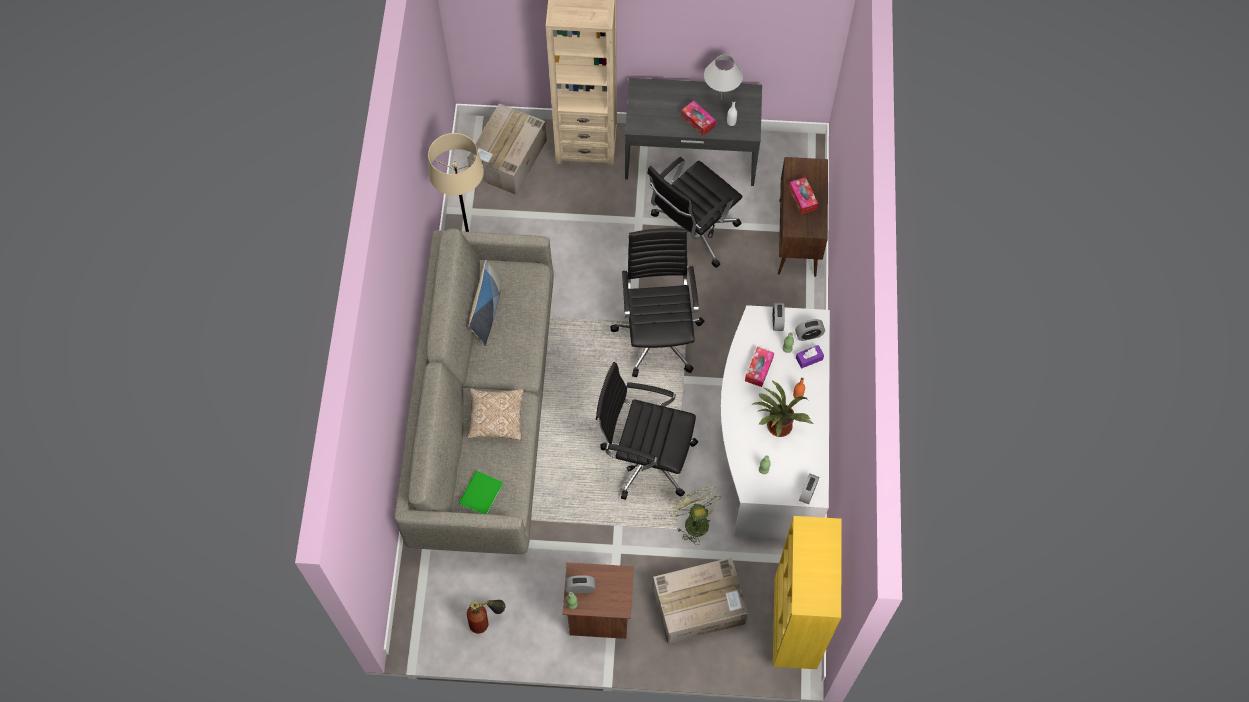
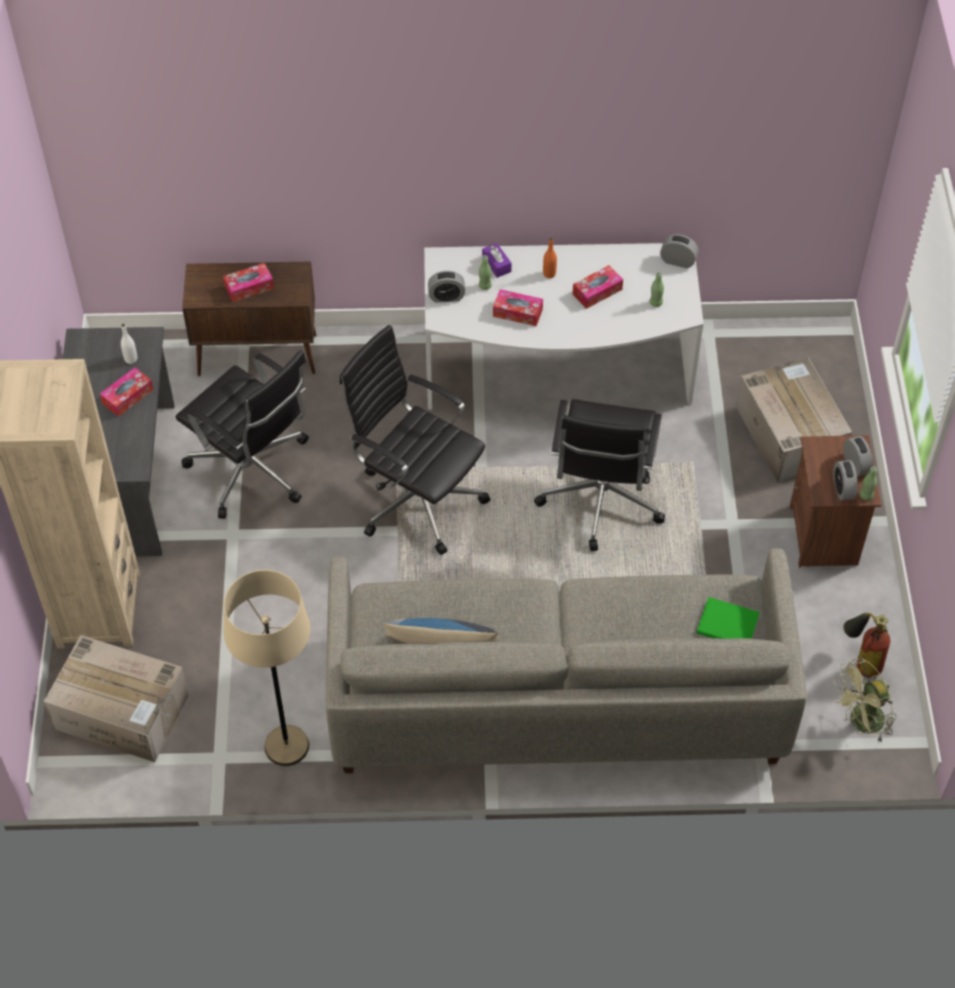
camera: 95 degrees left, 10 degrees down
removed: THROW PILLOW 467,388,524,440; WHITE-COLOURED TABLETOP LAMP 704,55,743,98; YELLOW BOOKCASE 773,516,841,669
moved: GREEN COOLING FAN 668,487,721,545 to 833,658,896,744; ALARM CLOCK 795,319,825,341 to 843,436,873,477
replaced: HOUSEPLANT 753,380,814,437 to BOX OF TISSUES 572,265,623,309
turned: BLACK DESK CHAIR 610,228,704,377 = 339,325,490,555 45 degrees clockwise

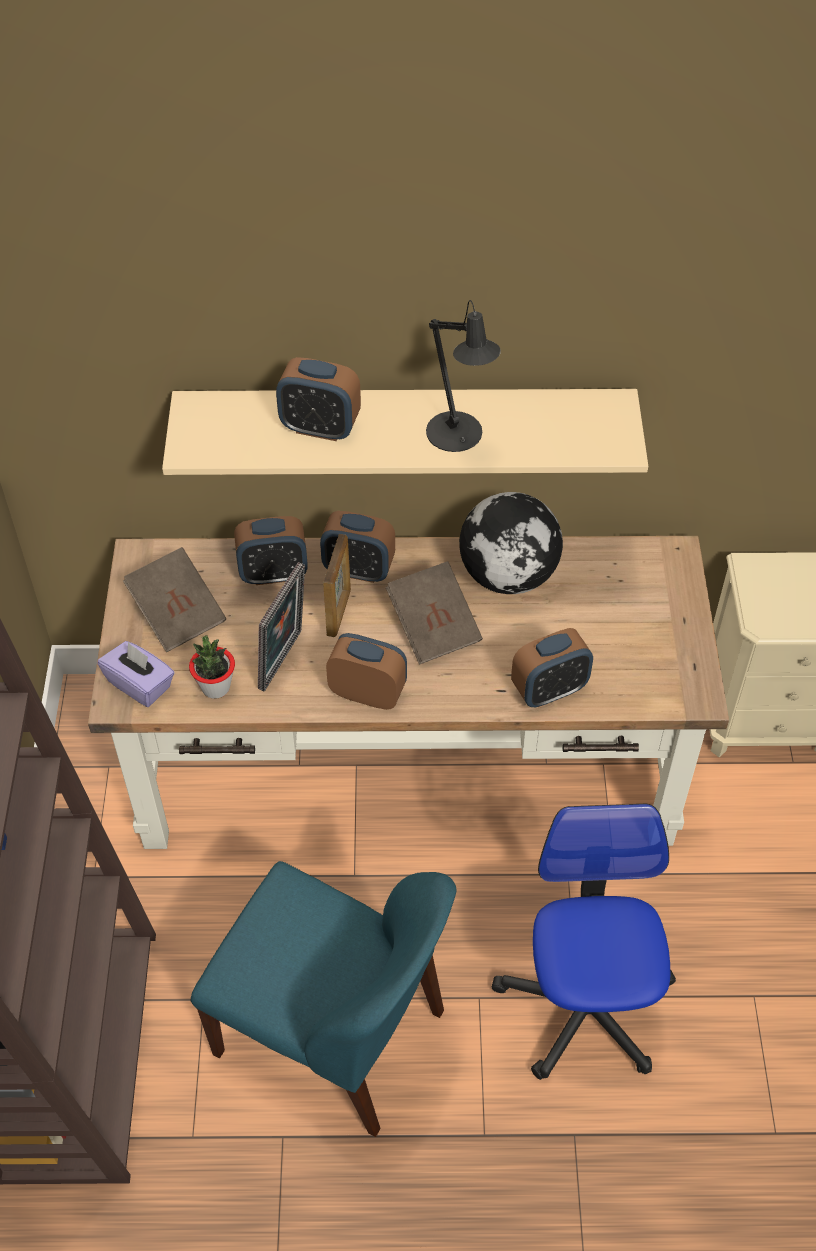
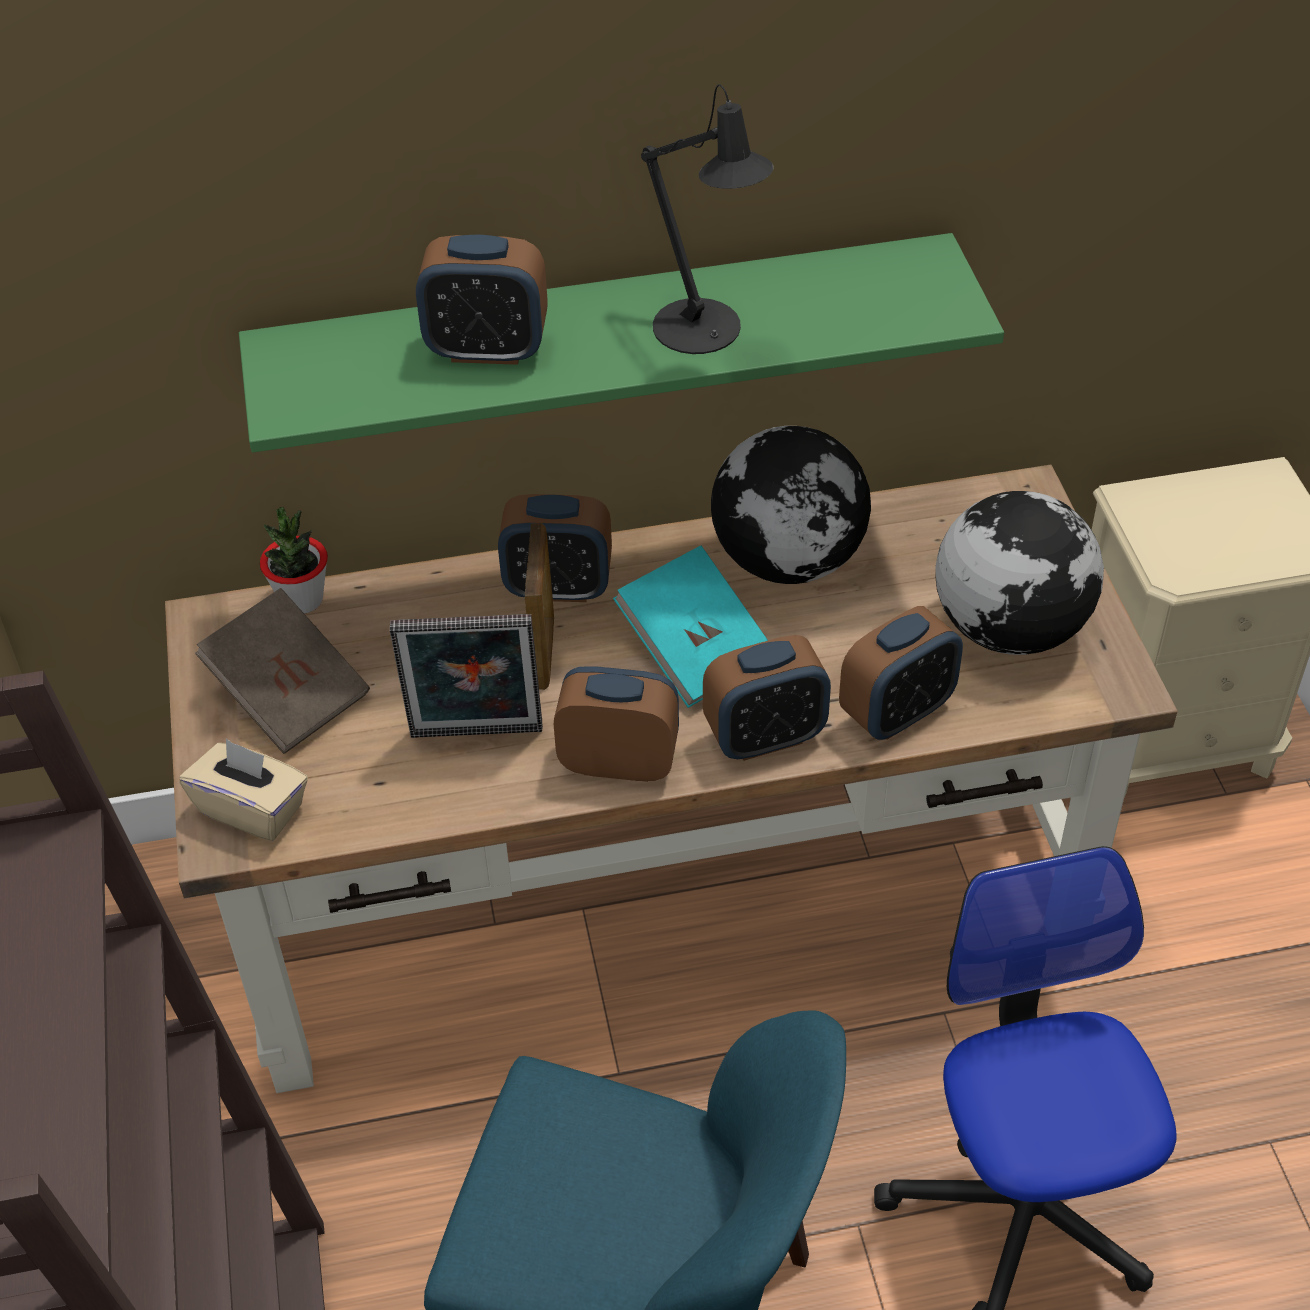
camera: 10 degrees left, 5 degrees down
added: DESK GLOBE 935,491,1104,655
moved: HOUSEPLANT 189,635,235,698 to 260,507,328,614; ALARM CLOCK 234,516,308,585 to 703,635,831,761
recoloured: PURPLE-COLOURED BOX OF TISSUES 97,641,175,707 to BEIGE-COLOURED BOX OF TISSUES 180,738,308,841; BEIGE-COLOURED WALL SHELF 162,389,648,475 to GREEN WALL SHELF 239,233,1004,453; BROWN VOLUME 385,561,483,665 to TURQUOISE VOLUME 613,545,768,708
turned: STANDING FRAME 258,562,305,692 = 390,614,543,738 75 degrees clockwise

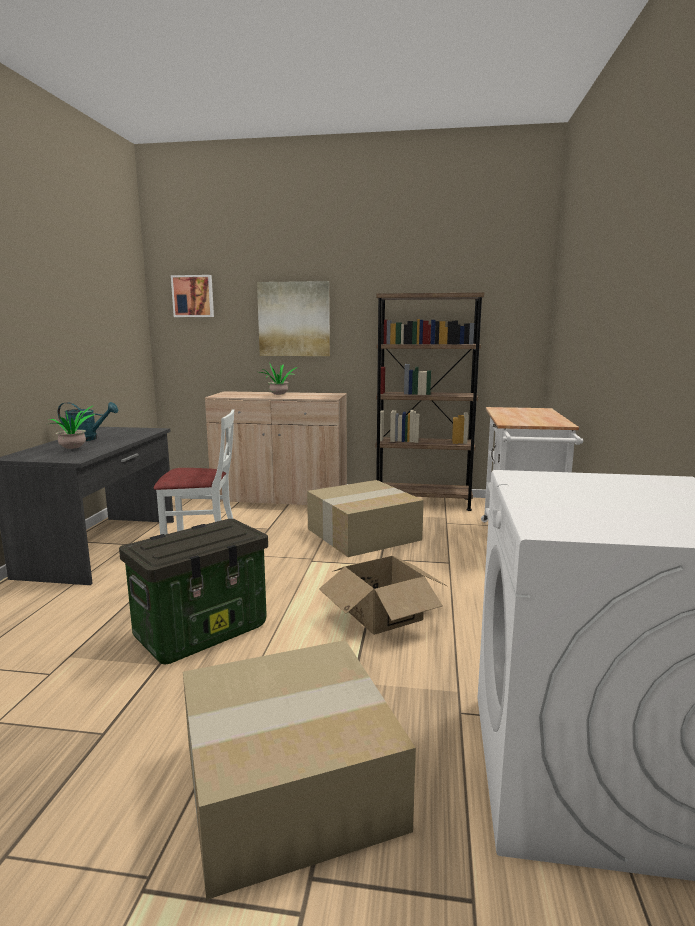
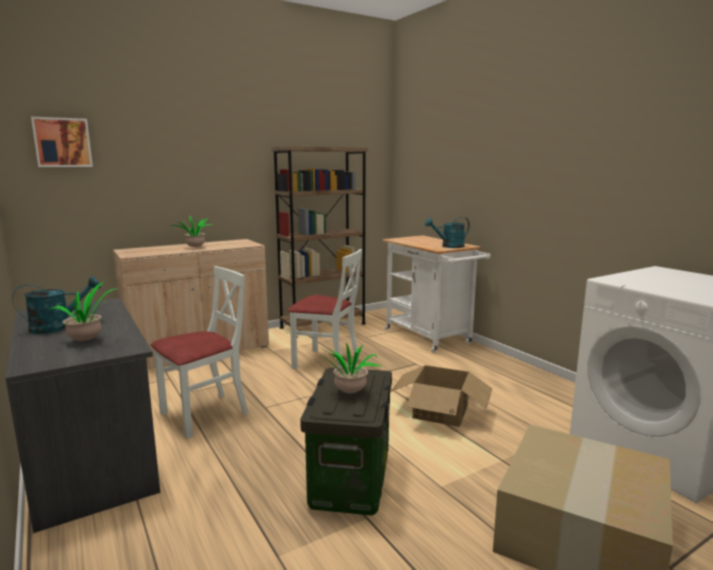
camera: 40 degrees left, 0 degrees up
removed: PICTURE 257,281,330,356
added: HOUSEPLANT 316,343,380,393; TURQUOISE WATERING POT 425,217,470,248
replaced: CARDBOARD BOX 307,480,424,557 to WHITE-COLOURED UPRIGHT CHAIR 288,249,362,369

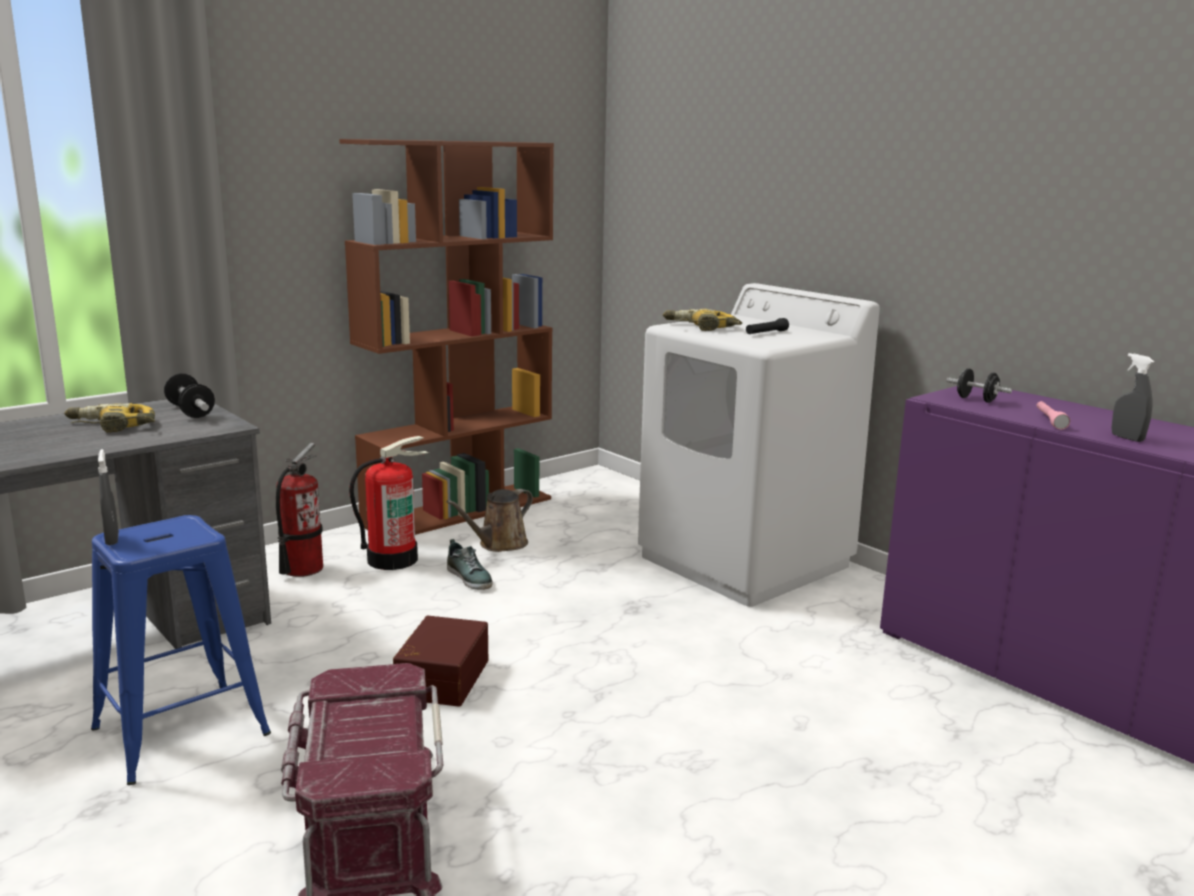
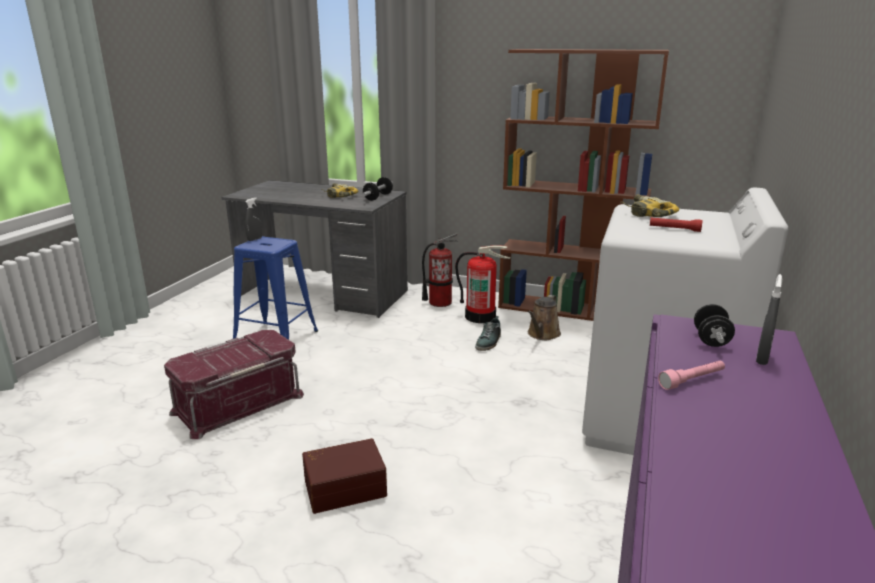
camera: 60 degrees right, 5 degrees up
moved: BROWN STORAGE CONTAINER 393,616,488,707 to 302,438,387,514; GREY SPRAYER 1112,353,1154,442 to 756,274,782,365
recoloured: BLACK HAND TORCH 746,318,789,334 to REDDISH HAND TORCH 650,217,702,232
turned: BROWN WATERING POT 446,489,533,552 = 527,295,561,340 75 degrees counterclockwise

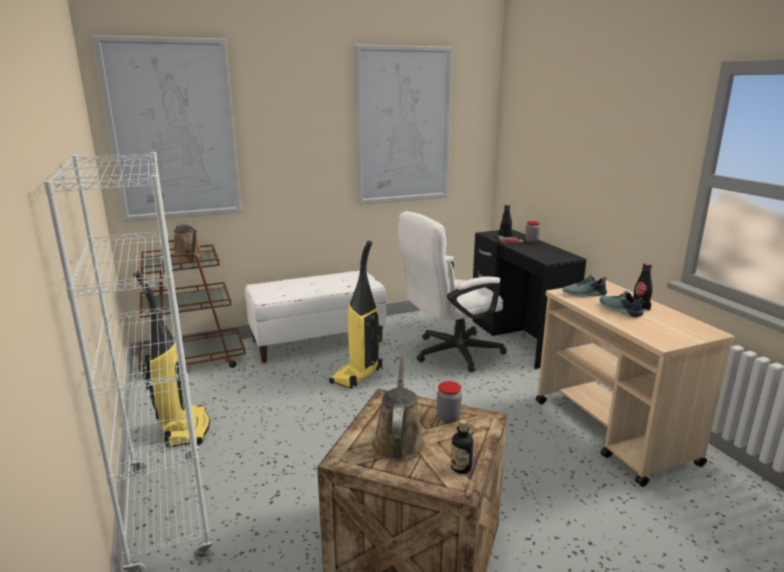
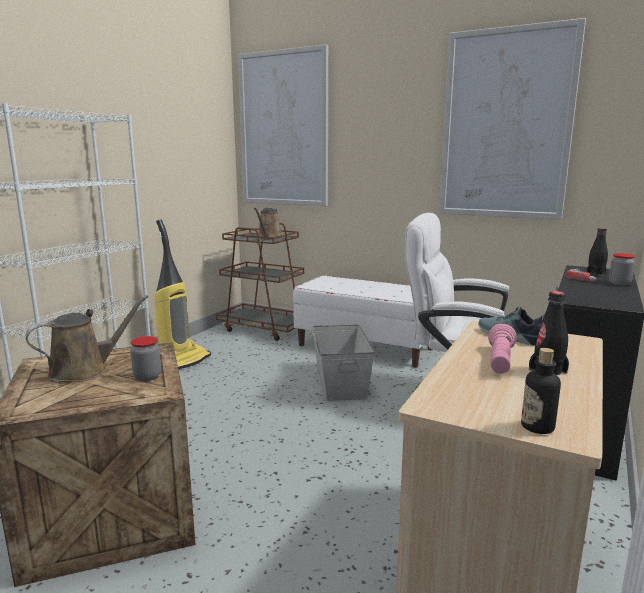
camera: 50 degrees right, 5 degrees down
moved: DRINK BOTTLE 451,419,473,474 to 521,348,561,434
replaced: VACUUM 329,240,382,389 to GREY STORAGE CONTAINER 312,324,375,401; SHOE 599,291,643,317 to PINK-COLOURED HAND TORCH 488,324,517,374

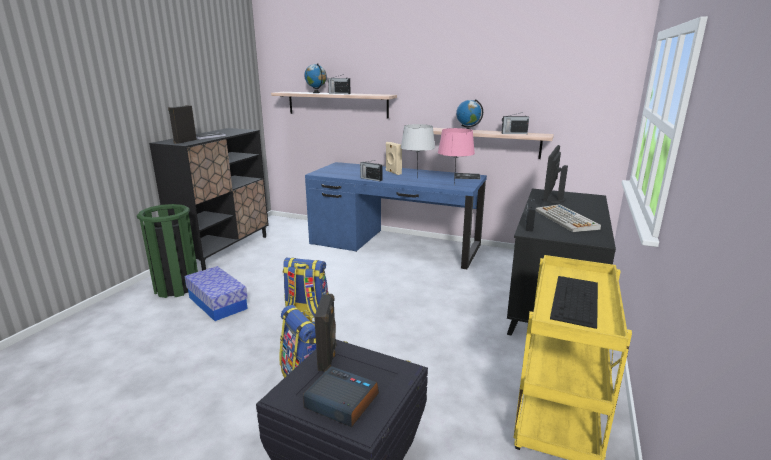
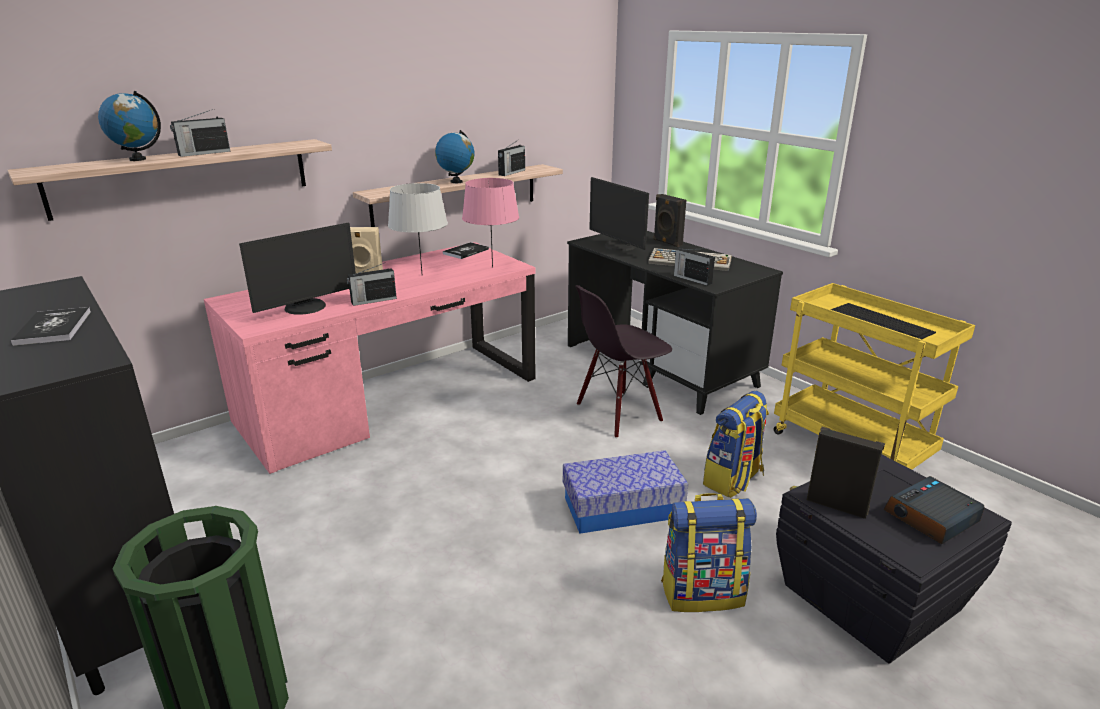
camera: 60 degrees left, 5 degrees up
added: COMPUTER DISPLAY 239,222,356,315; BLACK UPRIGHT CHAIR 575,285,672,438
moved: STORAGE CONTAINER 185,266,248,321 to 563,450,688,534; BLACK SPEAKER 168,105,197,144 to 653,194,686,247; RUCKSACK 283,258,329,317 to 703,391,769,498
recoloured: BLUISH DESK 305,162,487,269 to PINK-COLOURED DESK 204,242,536,474

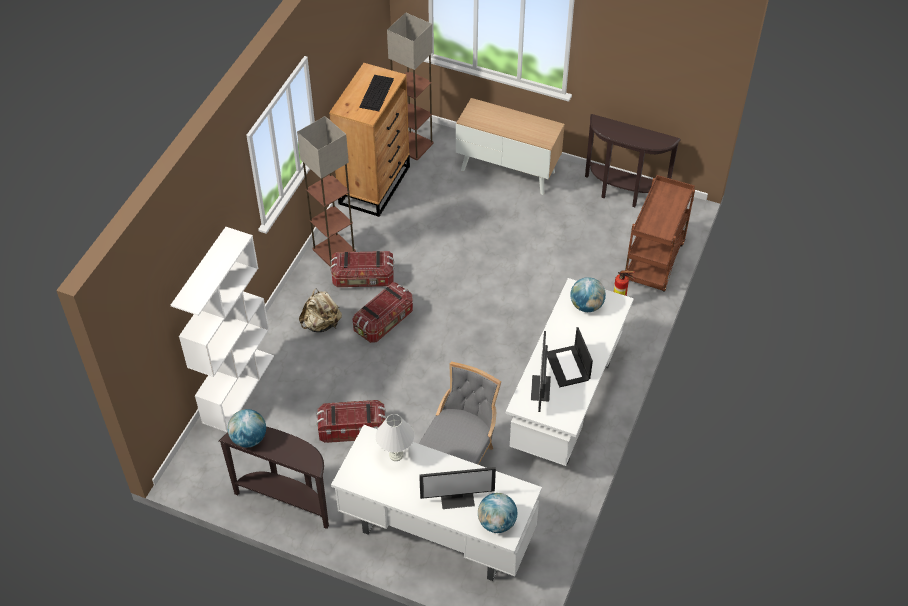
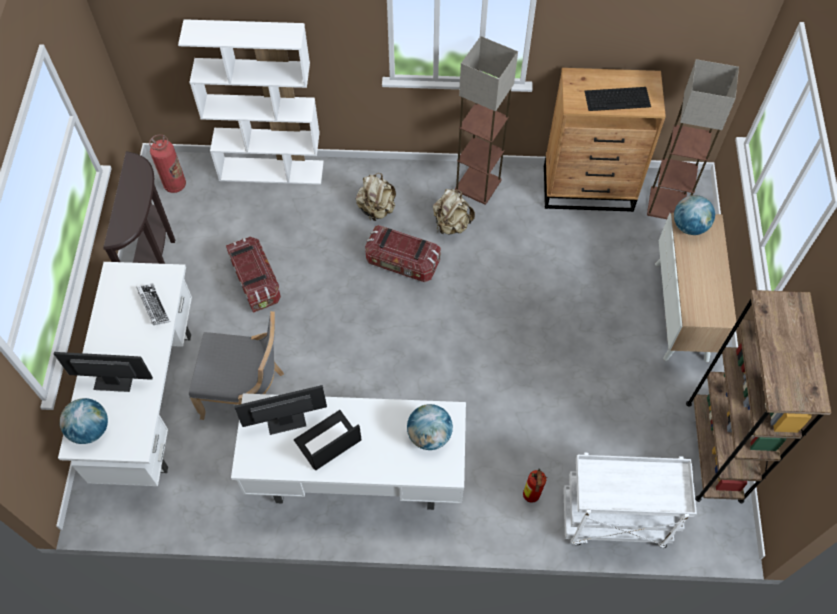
camera: 70 degrees right, 10 degrees up
added: FIRE EXTINGUISHER 149,134,186,193
moved: DESK GLOBE 228,409,266,448 to 674,195,715,235
replaced: WHITE-COLOURED TABLETOP LAMP 375,414,415,461 to PC KEYBOARD 136,283,170,325; STORAGE CONTAINER 330,251,394,287 to BEIGE-COLOURED RUCKSACK 433,189,475,235; BROWN NARROW TABLE 585,114,681,207 to BROWN BOOKCASE 686,290,831,503
recoloured: BROWN CART 625,175,695,292 to WHITE-COLOURED CART 563,453,697,548
turned: COMPUTER DISPLAY 419,467,496,509 = 54,352,153,392 120 degrees clockwise

